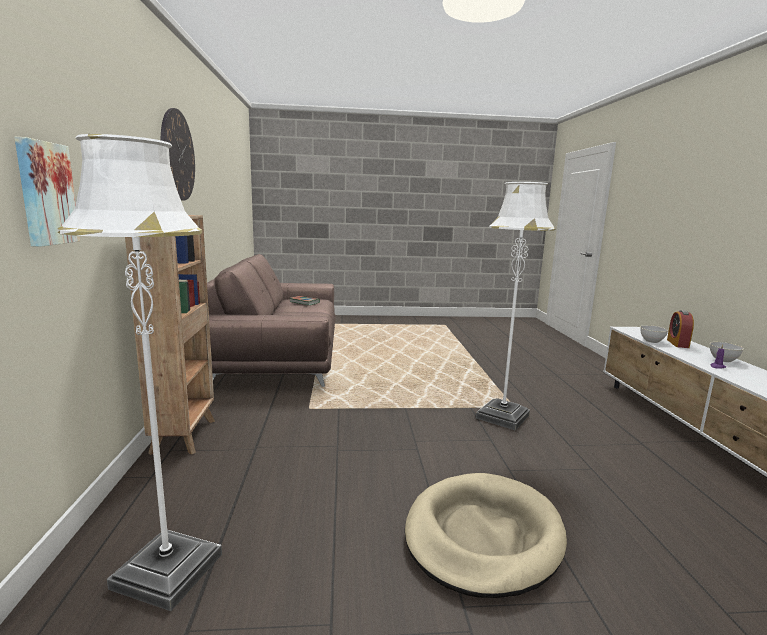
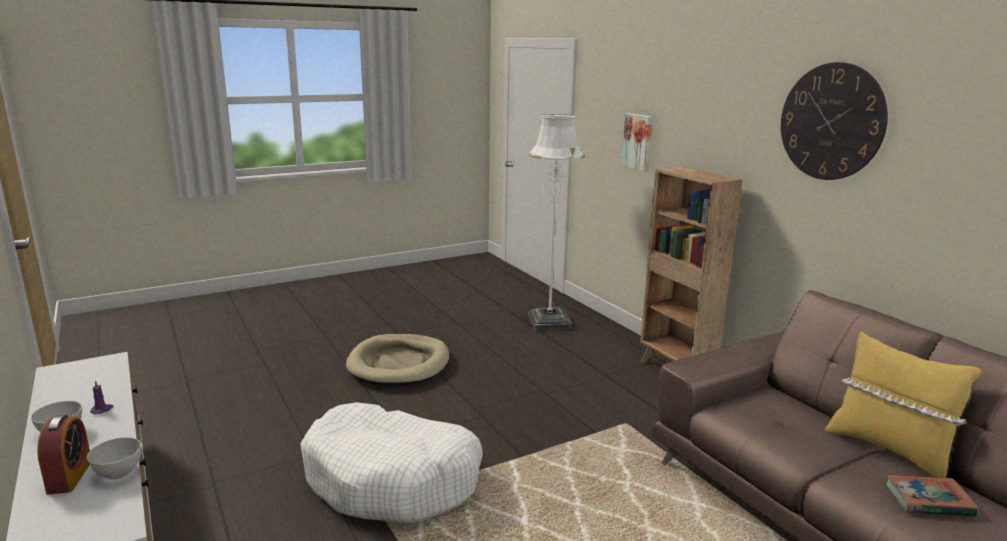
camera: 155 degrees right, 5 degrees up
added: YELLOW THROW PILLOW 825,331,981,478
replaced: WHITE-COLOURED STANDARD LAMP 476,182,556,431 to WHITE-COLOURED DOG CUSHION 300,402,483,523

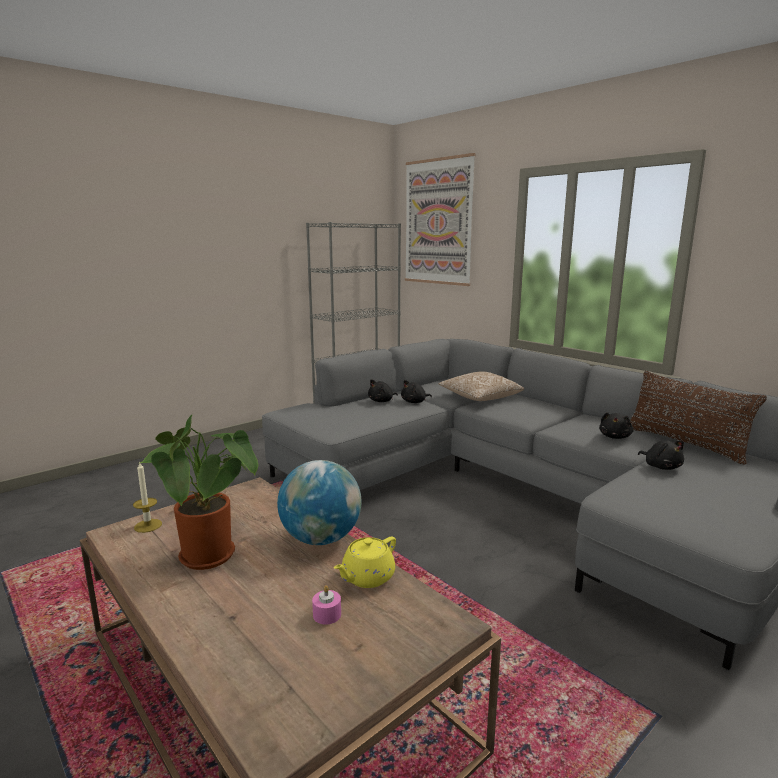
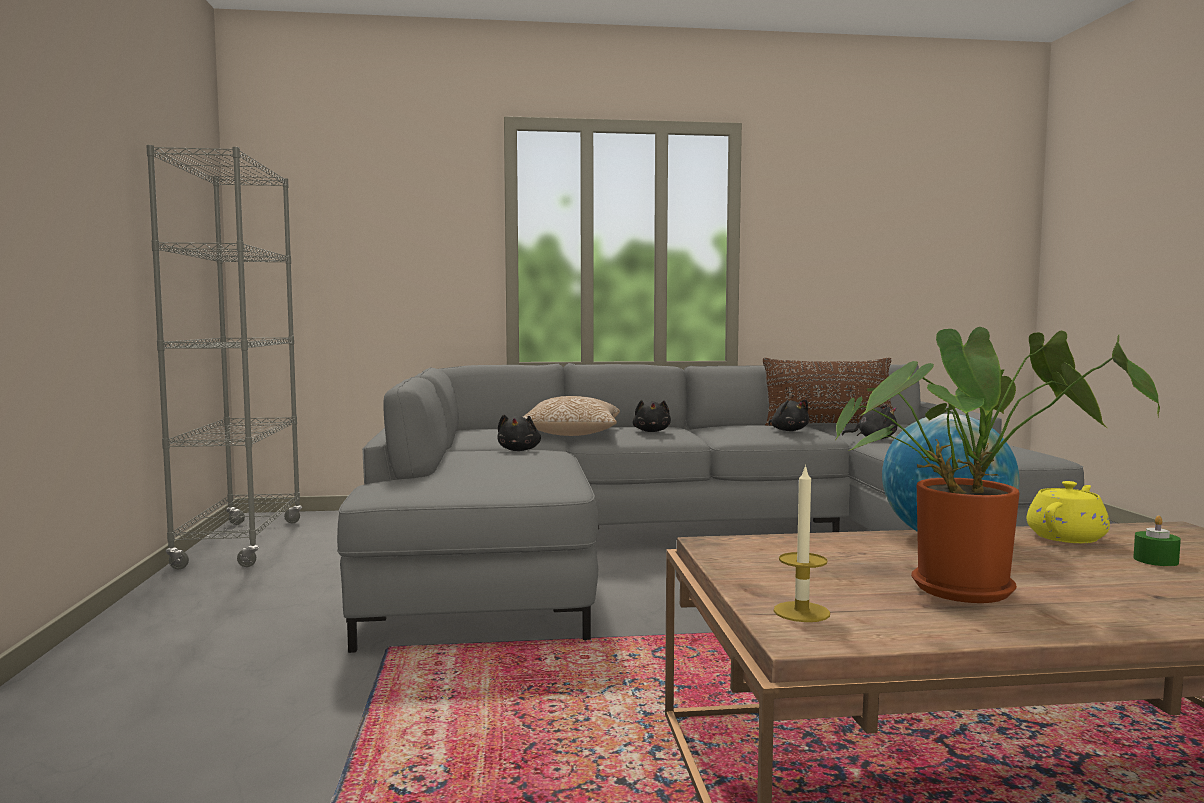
camera: 55 degrees left, 10 degrees down
removed: PICTURE 405,153,476,286
moved: BLACK PLUSH TOY 368,379,398,402 to 632,400,671,432
recoloured: PINK-COLOURED WAX LIGHT 312,585,341,625 to GREEN WAX LIGHT 1133,516,1181,566
turned: YELLOW POT FOR TEA 334,537,396,588 = 1027,481,1110,543 120 degrees counterclockwise

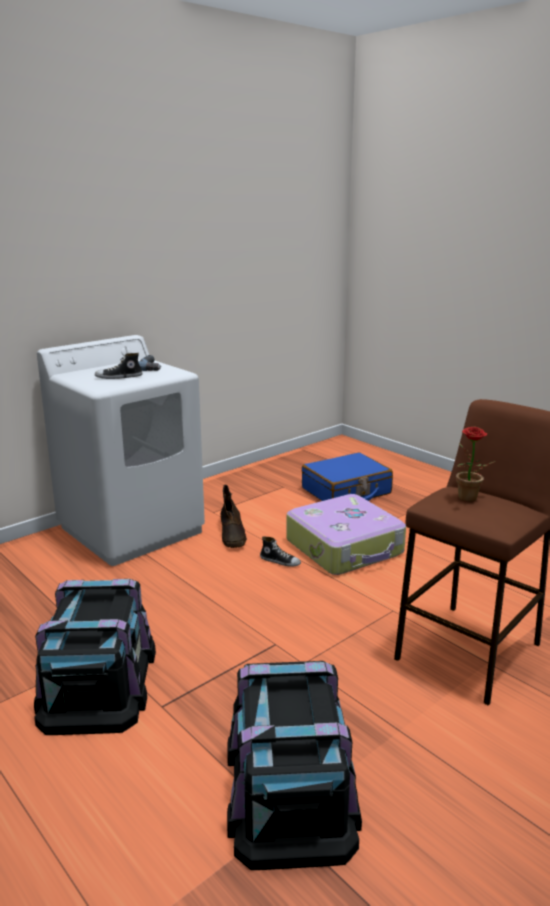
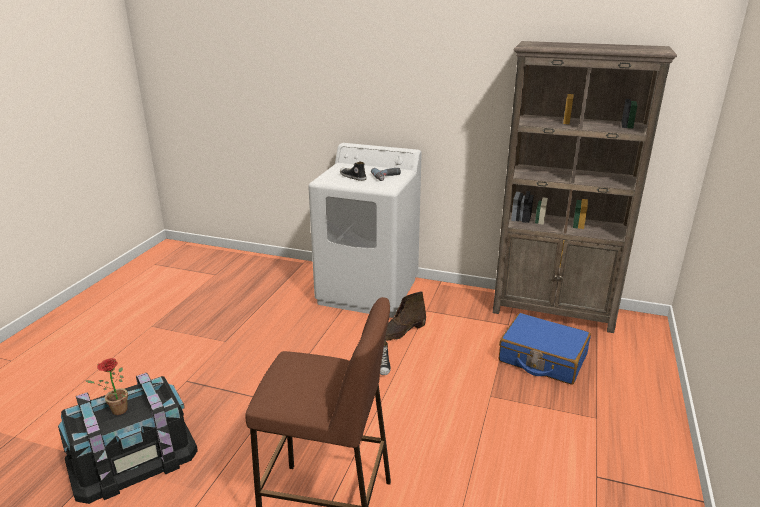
camera: 60 degrees right, 5 degrees up
removed: BLACK STORAGE CONTAINER 34,579,156,735; TRAVEL CASE 286,494,406,575
added: BROWN BOOKCASE 493,41,677,333
moved: HOUSEPLANT 456,426,496,502 to 85,358,128,415

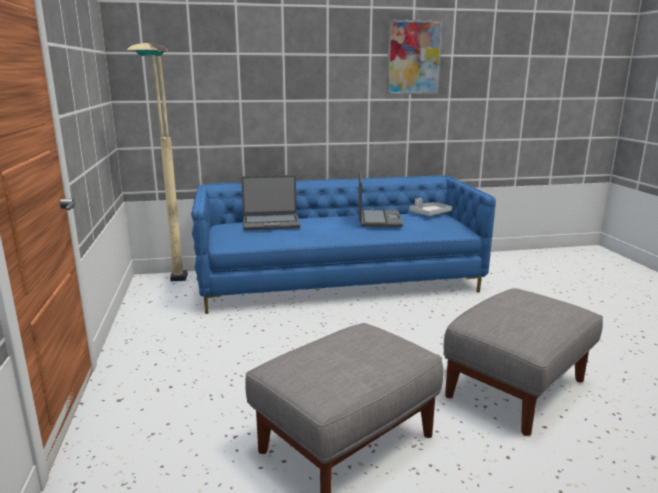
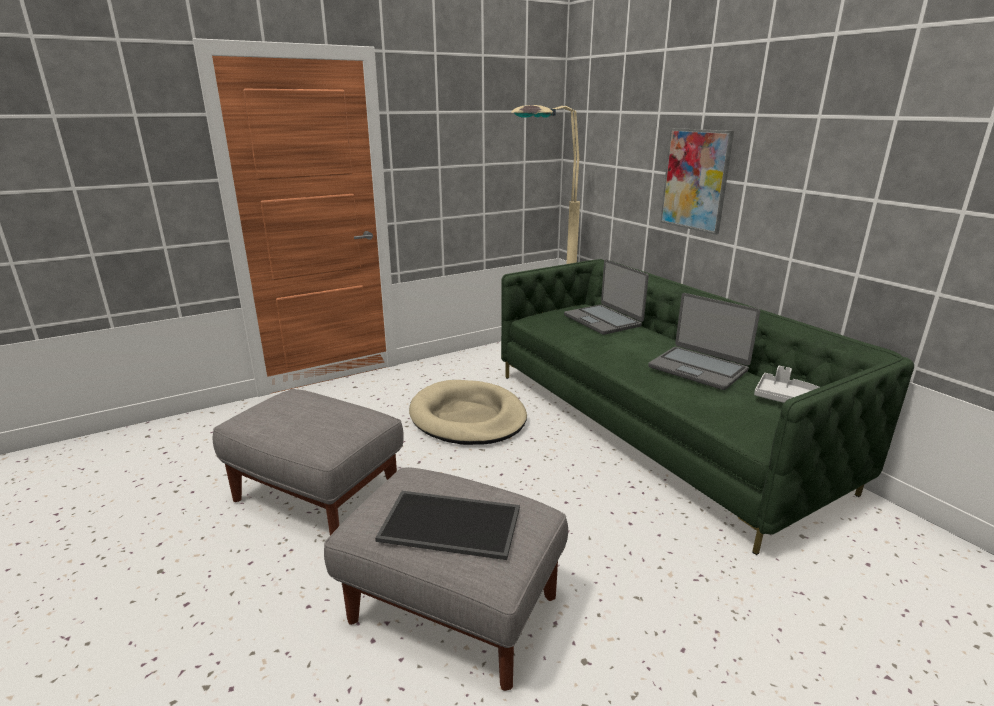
camera: 70 degrees right, 5 degrees up
added: SERVING TRAY 375,491,520,560; BEIGE-COLOURED DOG CUSHION 409,380,527,445
moved: PICTURE 387,20,443,94 to 660,128,734,235
recoloured: BLUISH COUCH 191,175,496,314 to GREEN COUCH 501,259,914,555
turned: PORTABLE COMPUTER 358,172,403,227 = 648,293,760,390 60 degrees clockwise

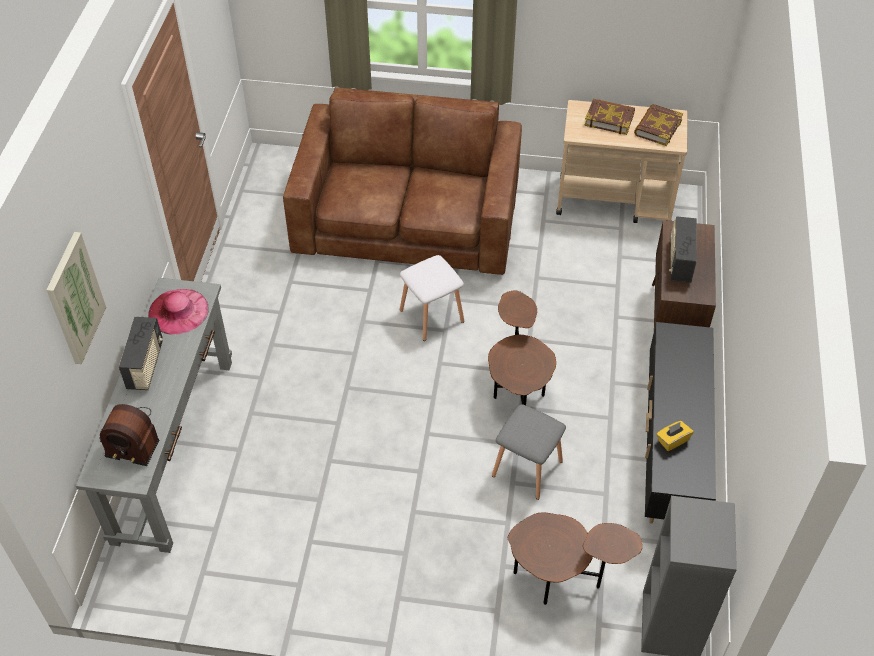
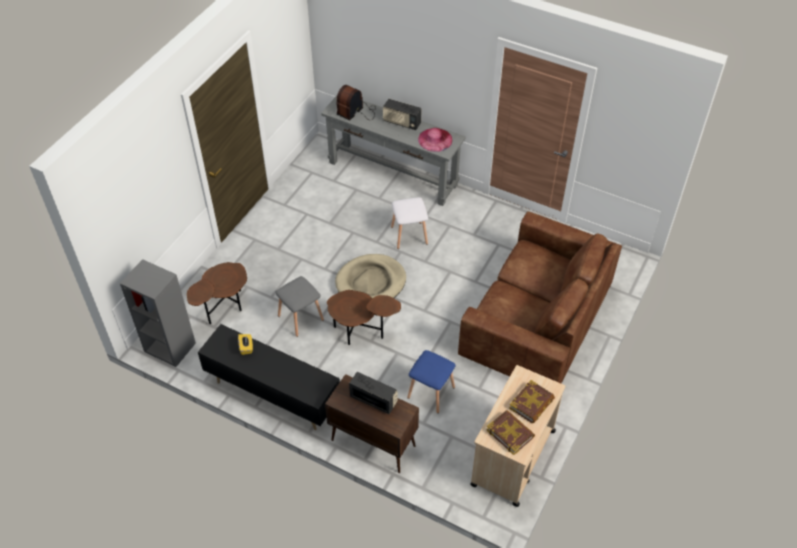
camera: 110 degrees right, 0 degrees up
removed: PICTURE 46,232,106,364
added: BEIGE-COLOURED DOG CUSHION 335,254,406,298; BLUISH STOOL 407,350,456,413
moved: WHITE-COLOURED STOOL 400,255,464,341 to 391,197,428,249

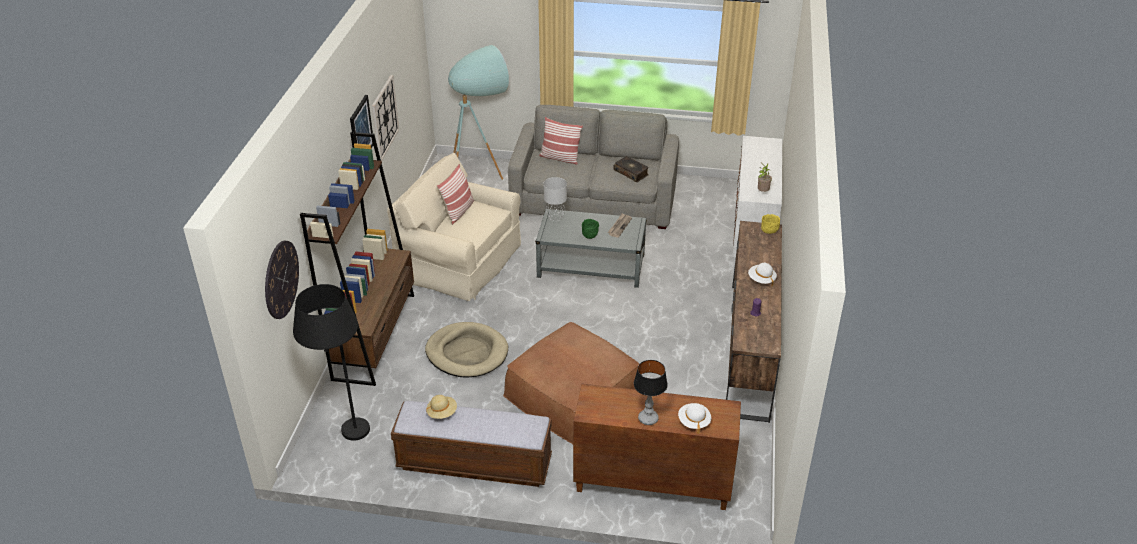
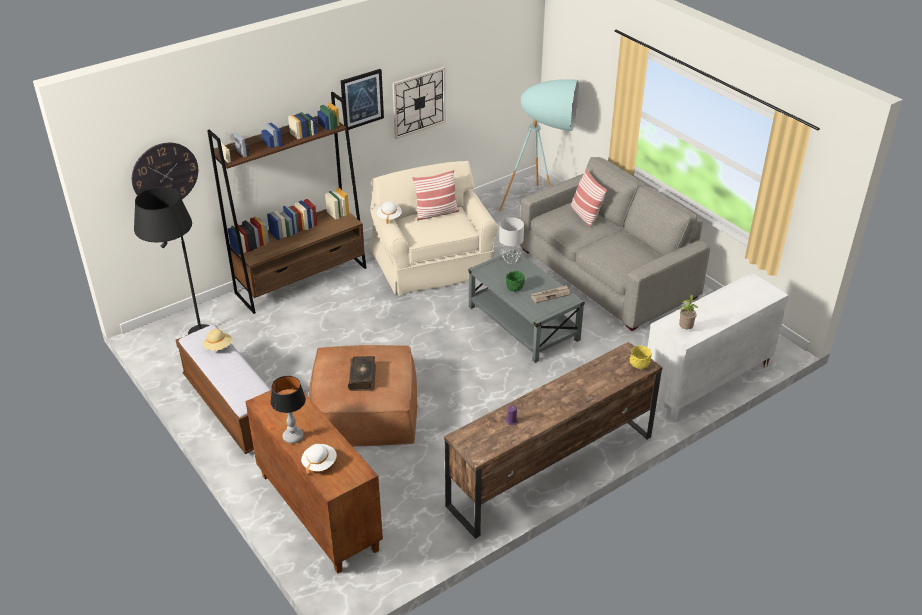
camera: 45 degrees right, 0 degrees up
removed: BEIGE-COLOURED DOG CUSHION 425,322,508,378
moved: VOLUME 613,156,649,182 to 348,356,376,391; WHITE-COLOURED WEARABLE HAT 748,263,777,287 to 377,201,402,224

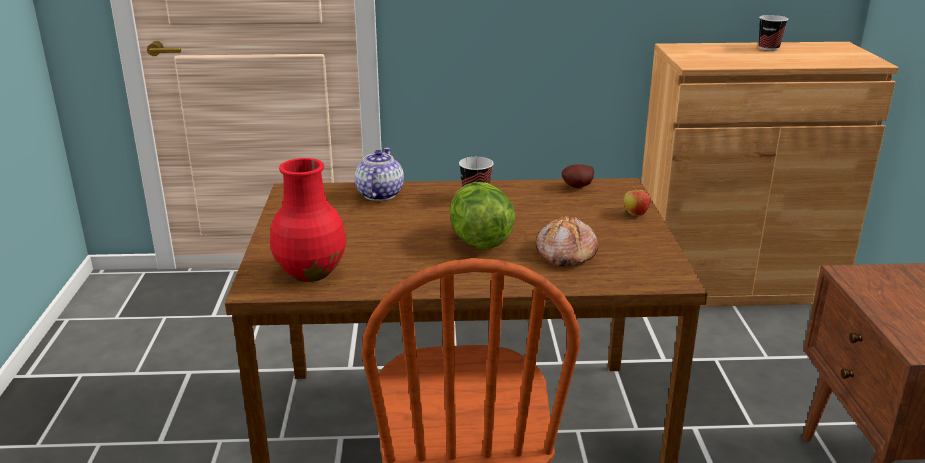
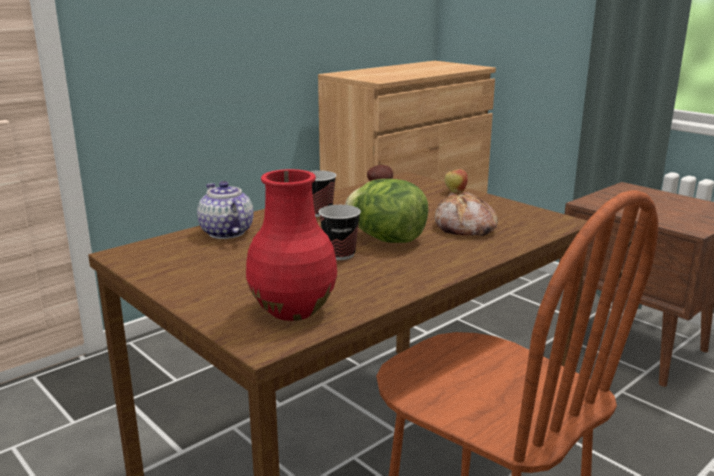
camera: 40 degrees left, 5 degrees down
moved: SMALL CUP 759,15,788,51 to 319,205,361,260

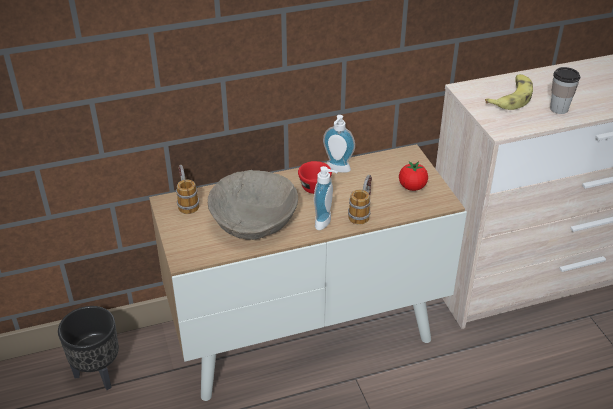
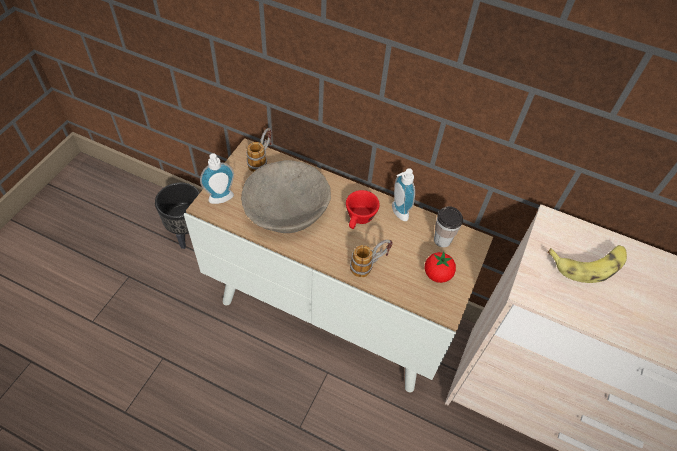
camera: 40 degrees right, 15 degrees up
moved: SOAP DISPENSER 314,166,338,230 to 200,153,234,204; SMALL CUP 550,67,580,114 to 434,206,463,248

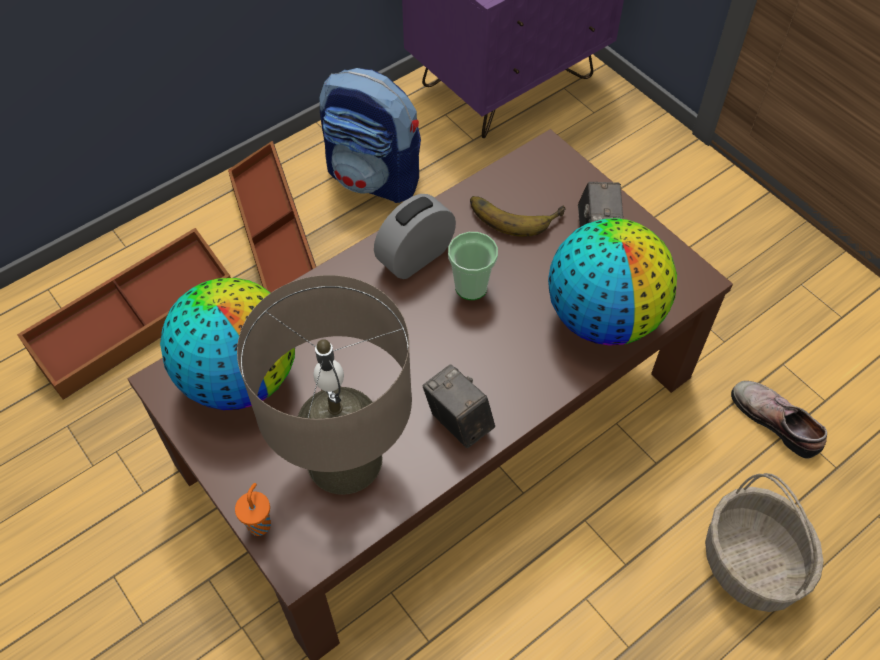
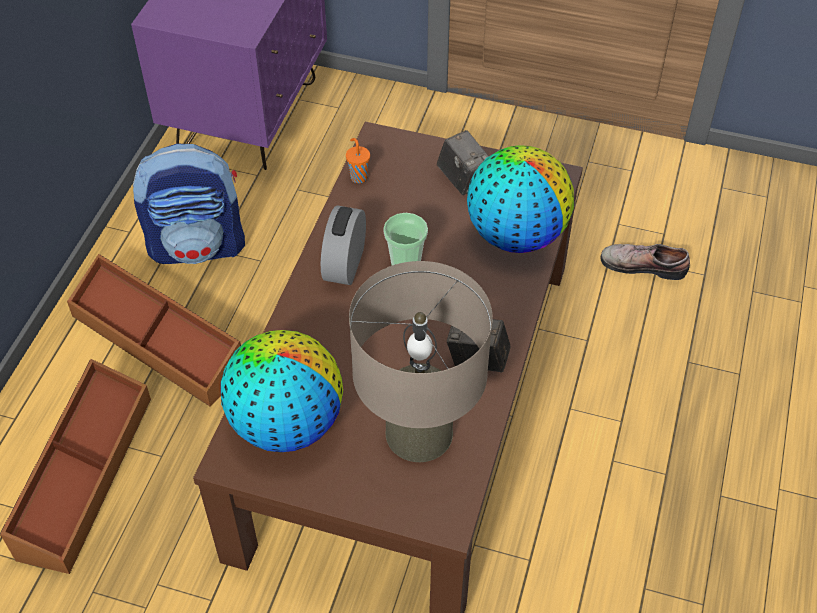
camera: 35 degrees left, 5 degrees down
removed: BANANA 470,196,566,237; BASKET 705,473,824,612
moved: ORANGE SMALL CUP 235,483,271,536 to 346,138,370,183

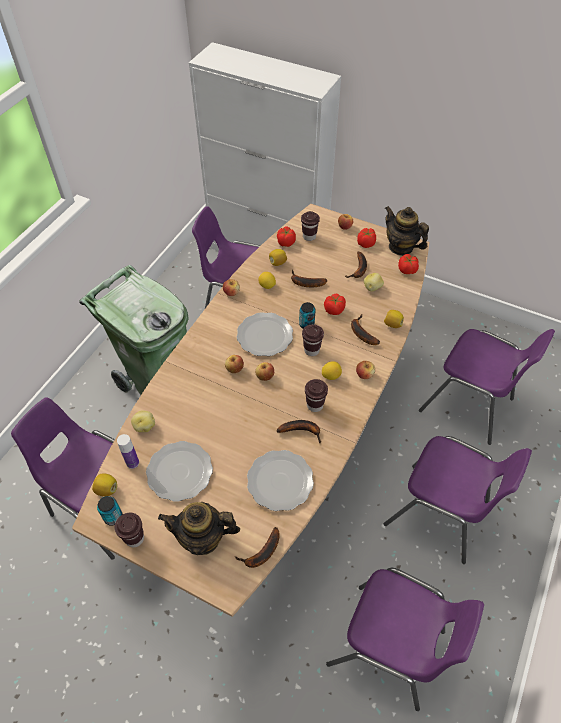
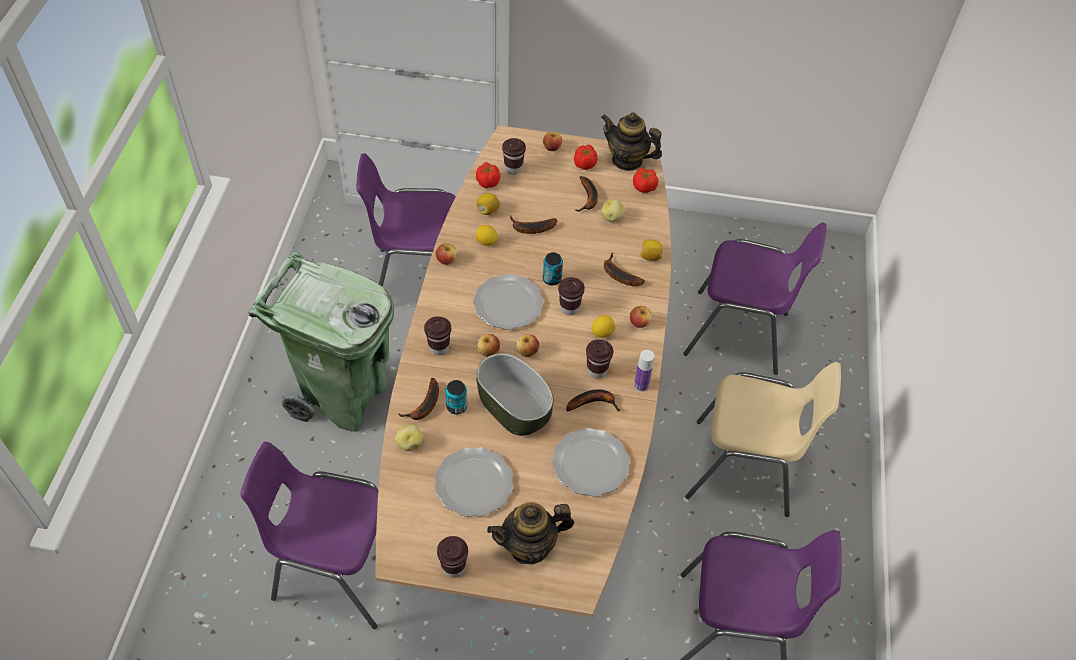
camera: 20 degrees left, 0 degrees up
removed: WHOLE LEMON 92,474,117,496; WHOLE TOMATO 324,294,346,315
added: BROWN SMALL CUP 424,316,451,356; SERVING BOWL 477,353,554,436
moved: BANANA 234,527,280,568 to 399,378,439,420; METAL CAN 97,496,123,526 to 445,380,467,414; DRINK BOTTLE 117,434,139,469 to 634,350,654,392
recoloured: PURPLE-COLOURED UPRIGHT CHAIR 384,436,532,564 to BEIGE-COLOURED UPRIGHT CHAIR 685,362,841,517

